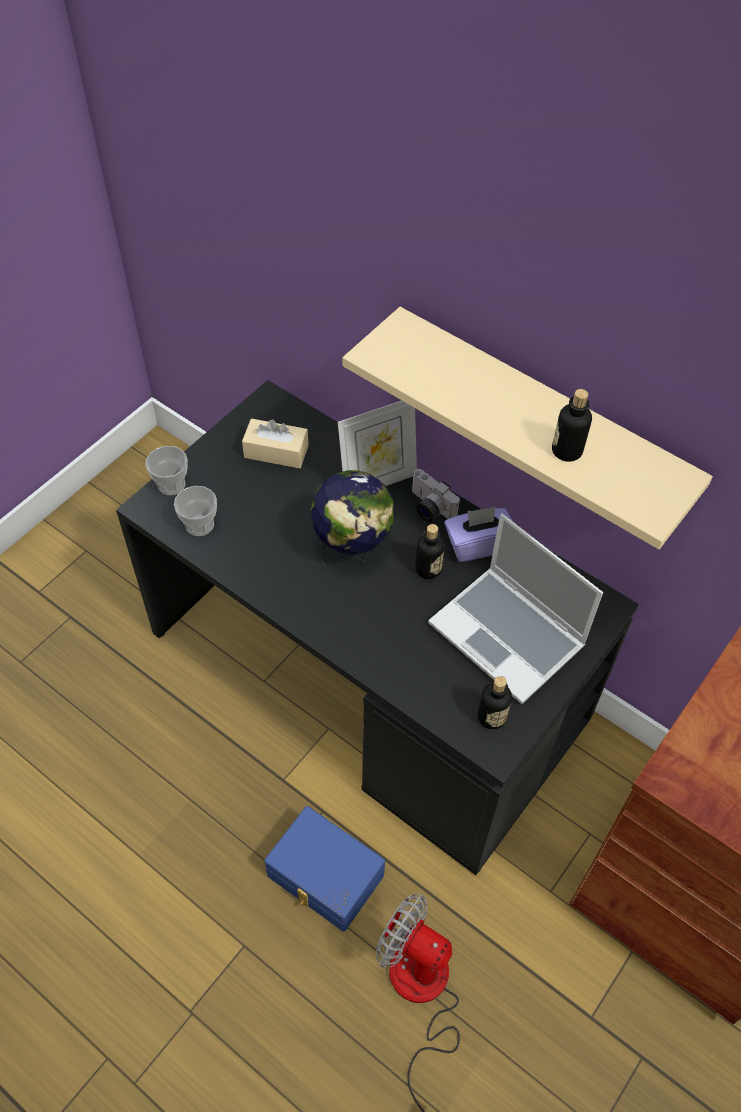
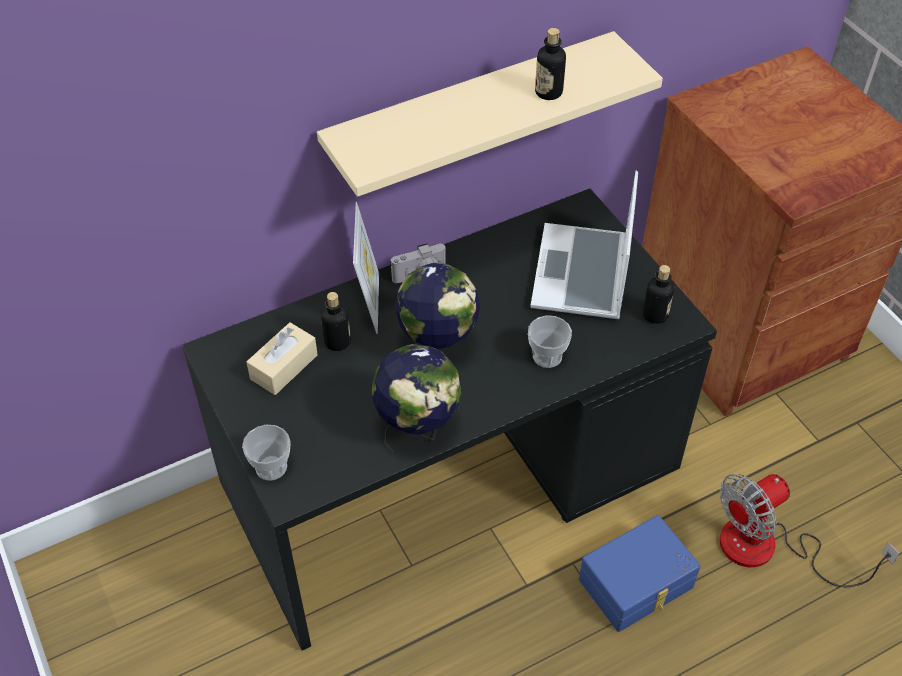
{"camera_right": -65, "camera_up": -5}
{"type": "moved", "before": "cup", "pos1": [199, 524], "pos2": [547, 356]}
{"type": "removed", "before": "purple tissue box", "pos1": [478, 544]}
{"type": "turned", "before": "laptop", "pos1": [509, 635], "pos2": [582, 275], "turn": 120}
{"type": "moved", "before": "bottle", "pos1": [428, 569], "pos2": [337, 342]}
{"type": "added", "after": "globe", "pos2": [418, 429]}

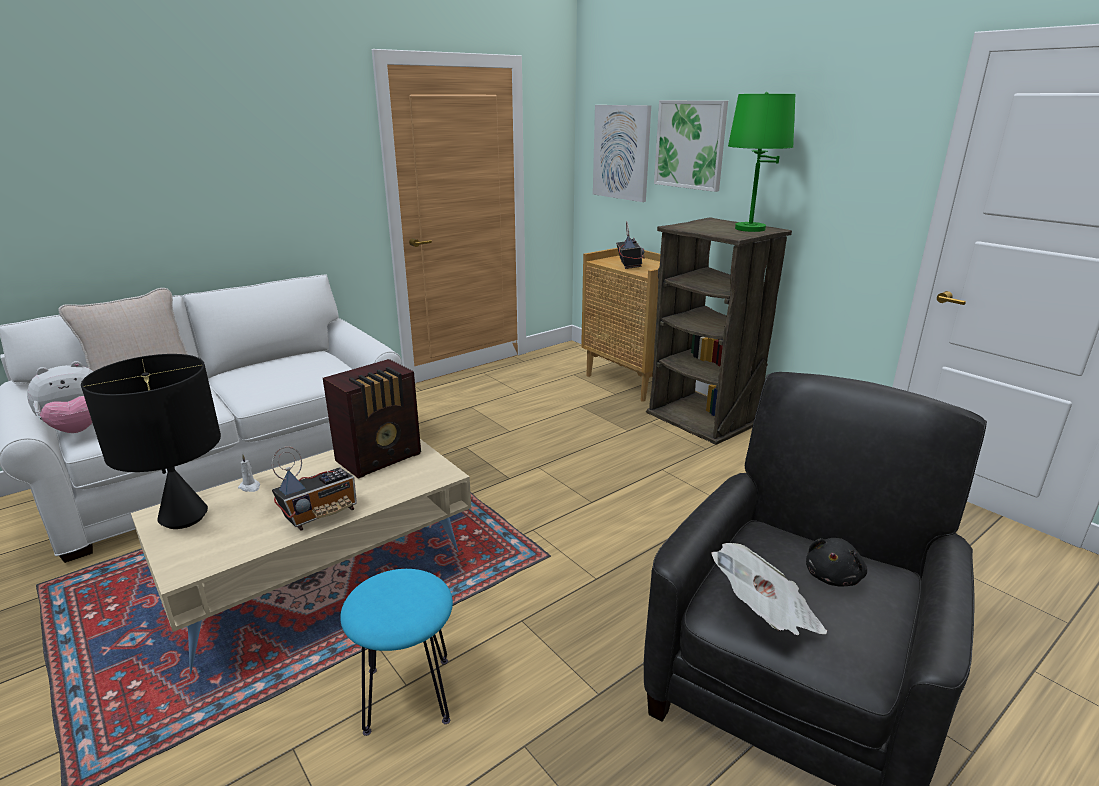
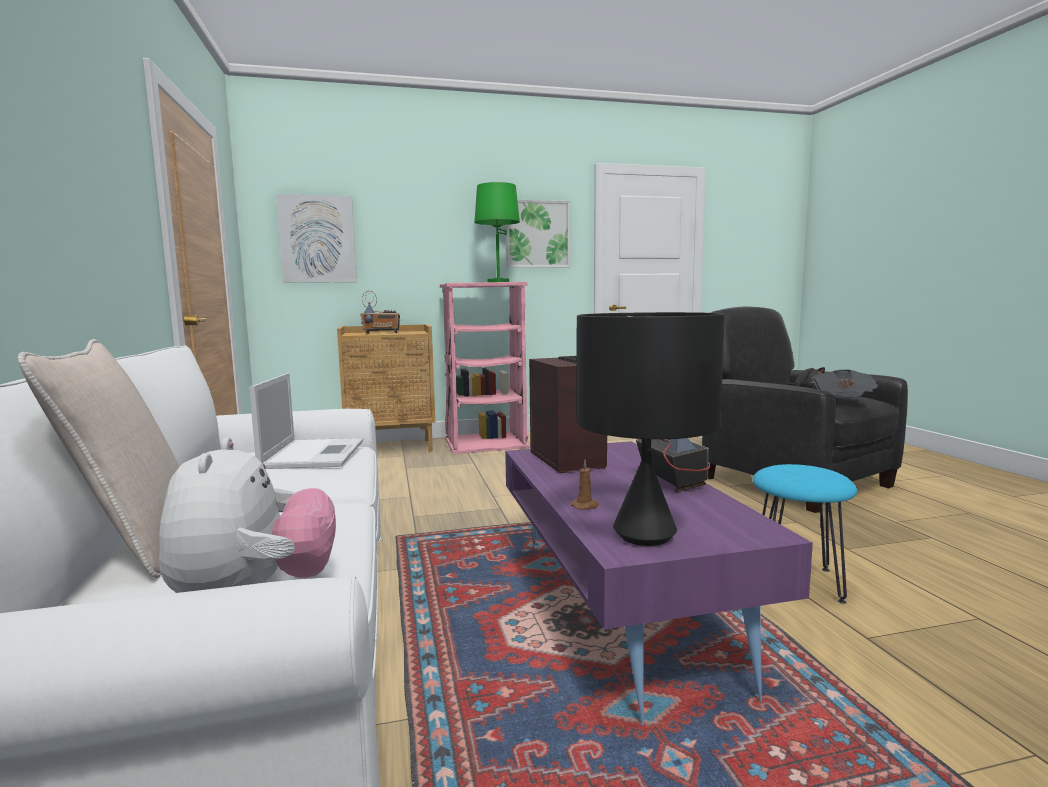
{"camera_right": -65, "camera_up": -15}
{"type": "moved", "before": "picture", "pos1": [690, 144], "pos2": [537, 234]}
{"type": "recoloured", "before": "brown bookcase", "after": "pink bookcase", "pos1": [704, 417], "pos2": [486, 443]}
{"type": "turned", "before": "radio", "pos1": [629, 265], "pos2": [381, 333], "turn": 150}
{"type": "recoloured", "before": "beige coffee table", "after": "purple coffee table", "pos1": [324, 583], "pos2": [618, 608]}
{"type": "recoloured", "before": "white candle", "after": "brown candle", "pos1": [250, 487], "pos2": [585, 506]}
{"type": "added", "after": "laptop", "pos2": [314, 454]}

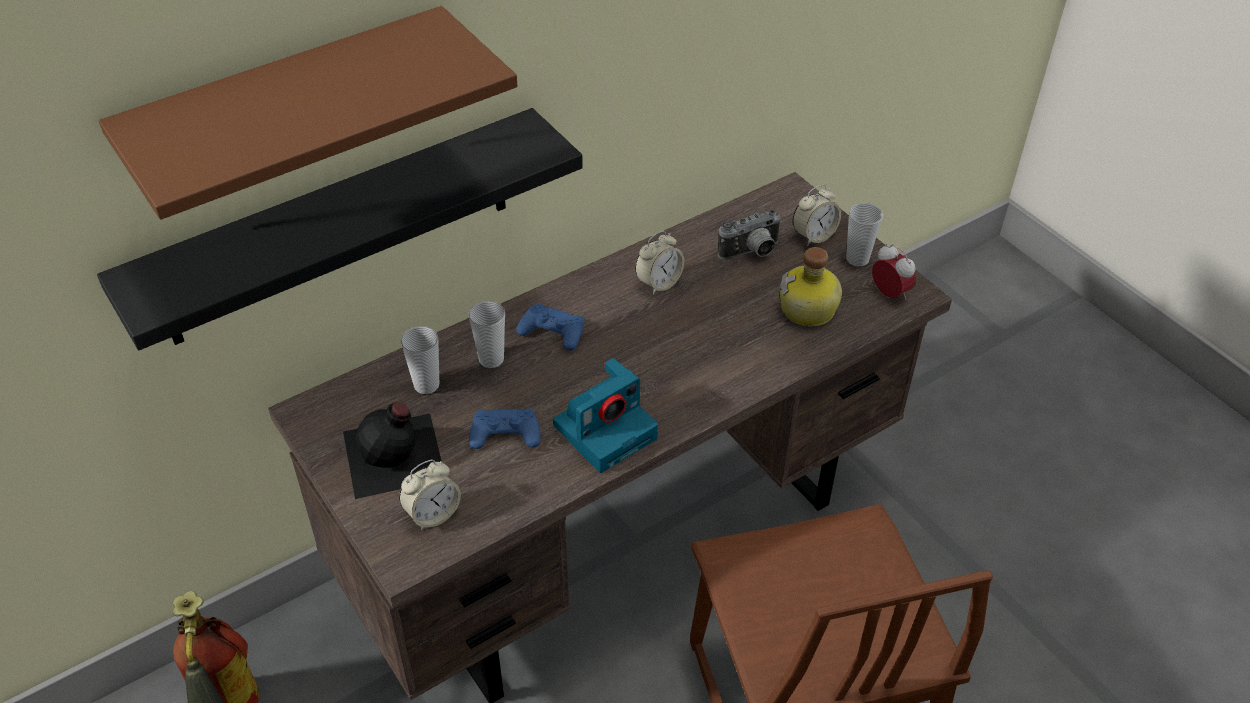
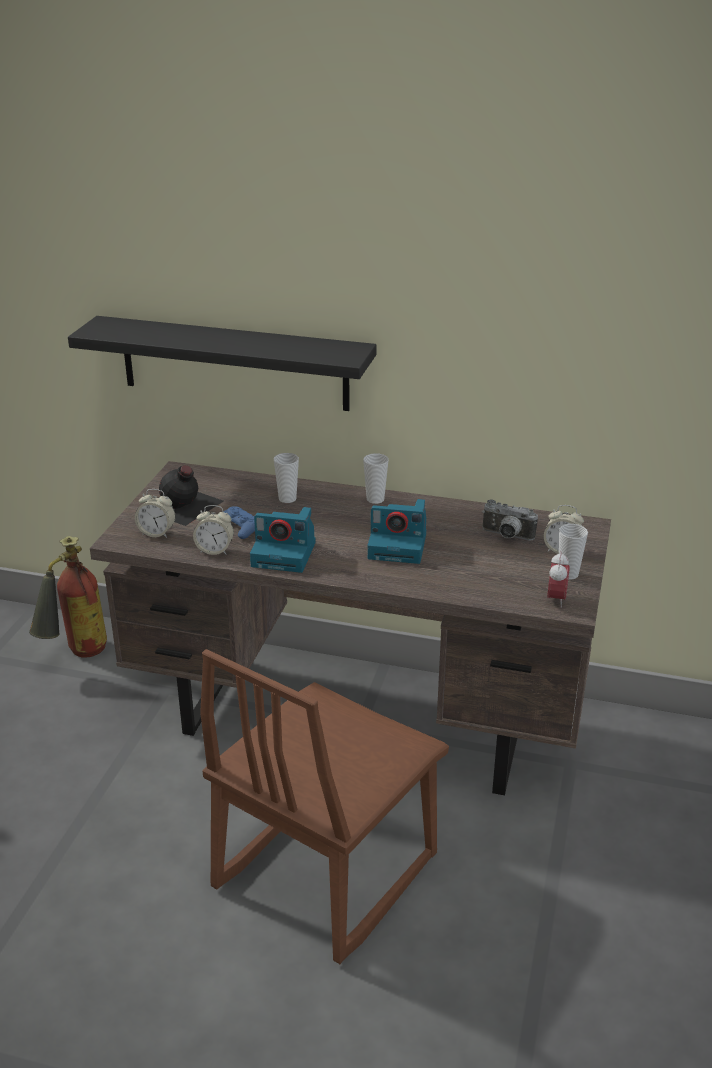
{"camera_right": 50, "camera_up": -15}
{"type": "removed", "before": "brown shelf", "pos1": [291, 112]}
{"type": "moved", "before": "alarm clock", "pos1": [658, 283], "pos2": [215, 550]}
{"type": "removed", "before": "bottle", "pos1": [809, 310]}
{"type": "removed", "before": "blue game controller", "pos1": [552, 332]}
{"type": "moved", "before": "cup", "pos1": [426, 385], "pos2": [375, 499]}
{"type": "added", "after": "photo camera", "pos2": [399, 546]}

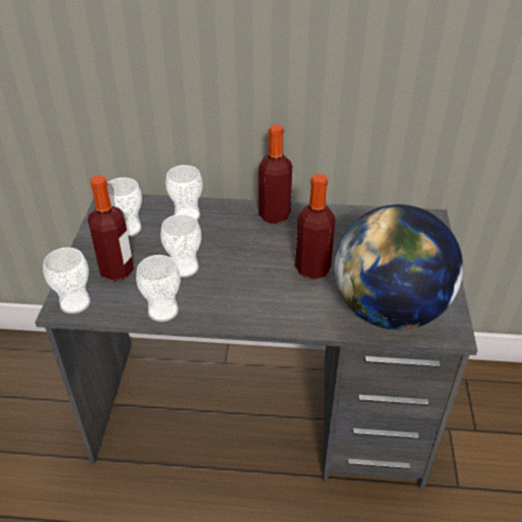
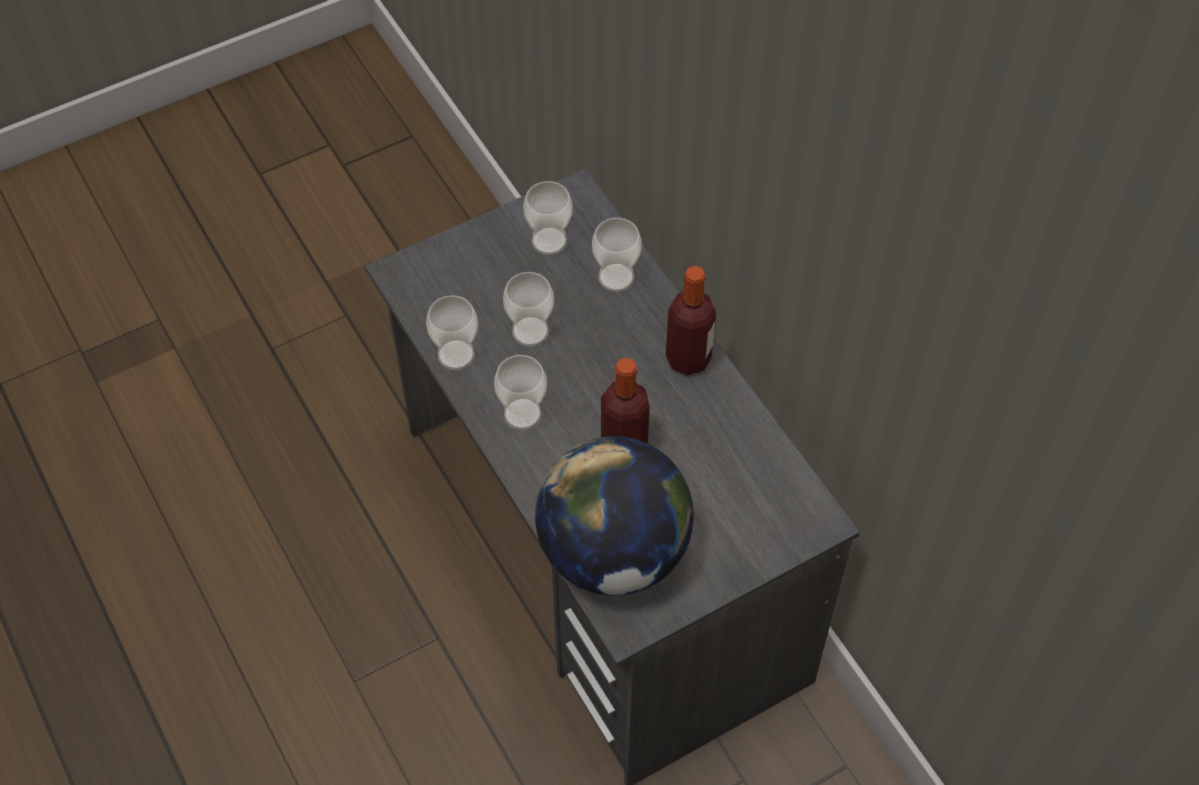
{"camera_right": 55, "camera_up": 15}
{"type": "removed", "before": "bottle", "pos1": [116, 270]}
{"type": "moved", "before": "cup", "pos1": [75, 303], "pos2": [522, 414]}

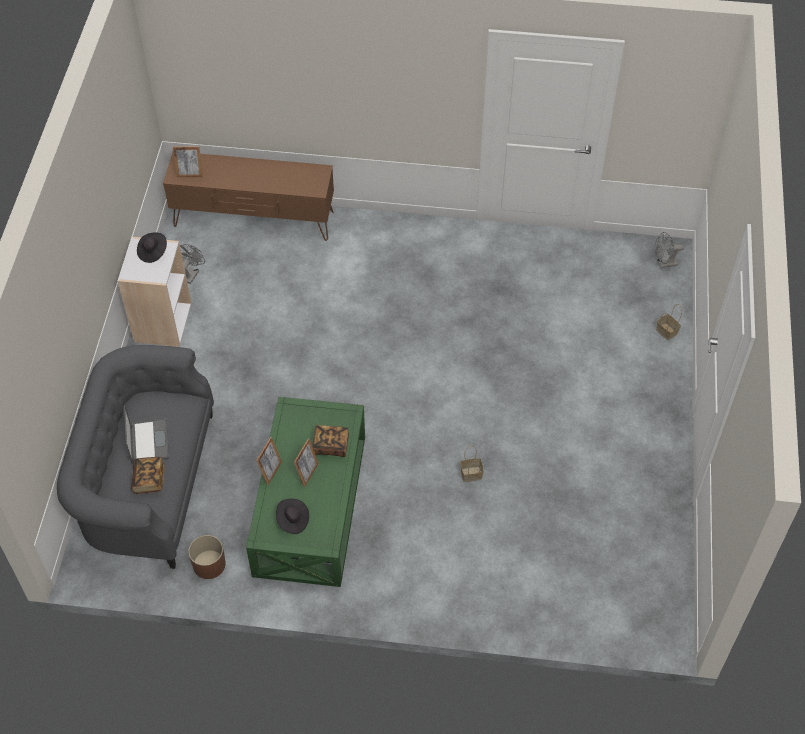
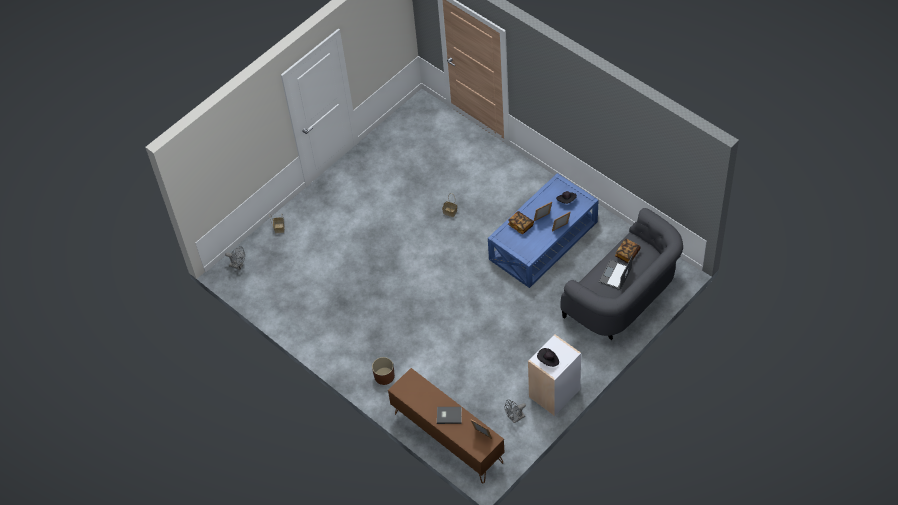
{"camera_right": -140, "camera_up": 0}
{"type": "recoloured", "before": "green coffee table", "after": "blue coffee table", "pos1": [309, 504], "pos2": [544, 241]}
{"type": "moved", "before": "brown planter", "pos1": [209, 564], "pos2": [384, 376]}
{"type": "added", "after": "grey book", "pos2": [448, 415]}

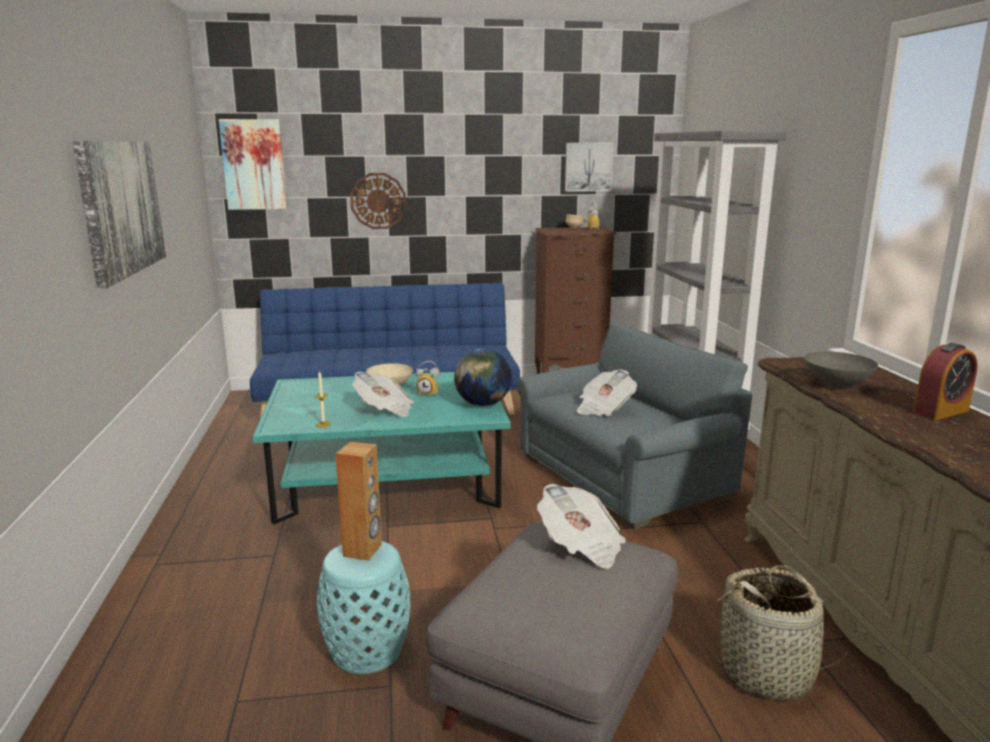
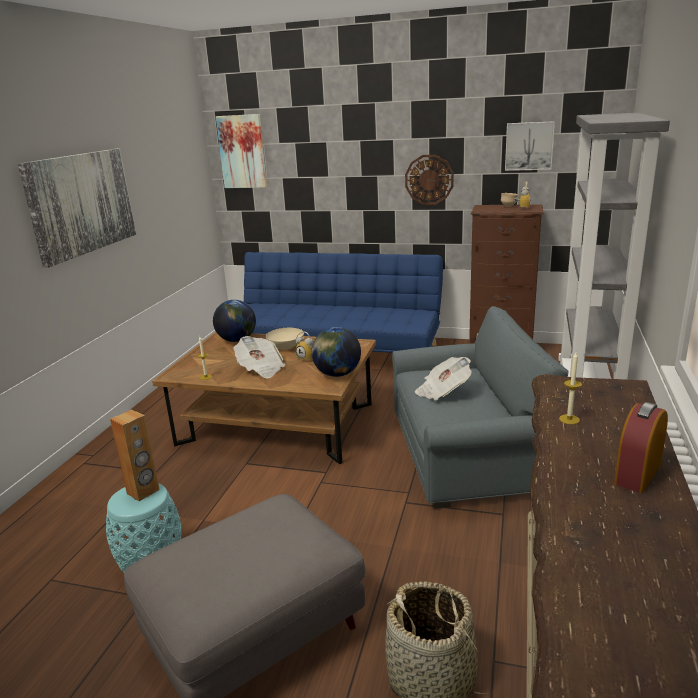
{"camera_right": 25, "camera_up": 5}
{"type": "moved", "before": "wall clock", "pos1": [378, 201], "pos2": [429, 179]}
{"type": "turned", "before": "alarm clock", "pos1": [941, 411], "pos2": [637, 474], "turn": 135}
{"type": "replaced", "before": "grey bowl", "after": "candle", "pos1": [836, 385], "pos2": [569, 419]}
{"type": "recoloured", "before": "turquoise coffee table", "after": "brown coffee table", "pos1": [388, 481], "pos2": [277, 424]}
{"type": "removed", "before": "newspaper", "pos1": [581, 546]}
{"type": "added", "after": "globe", "pos2": [237, 340]}

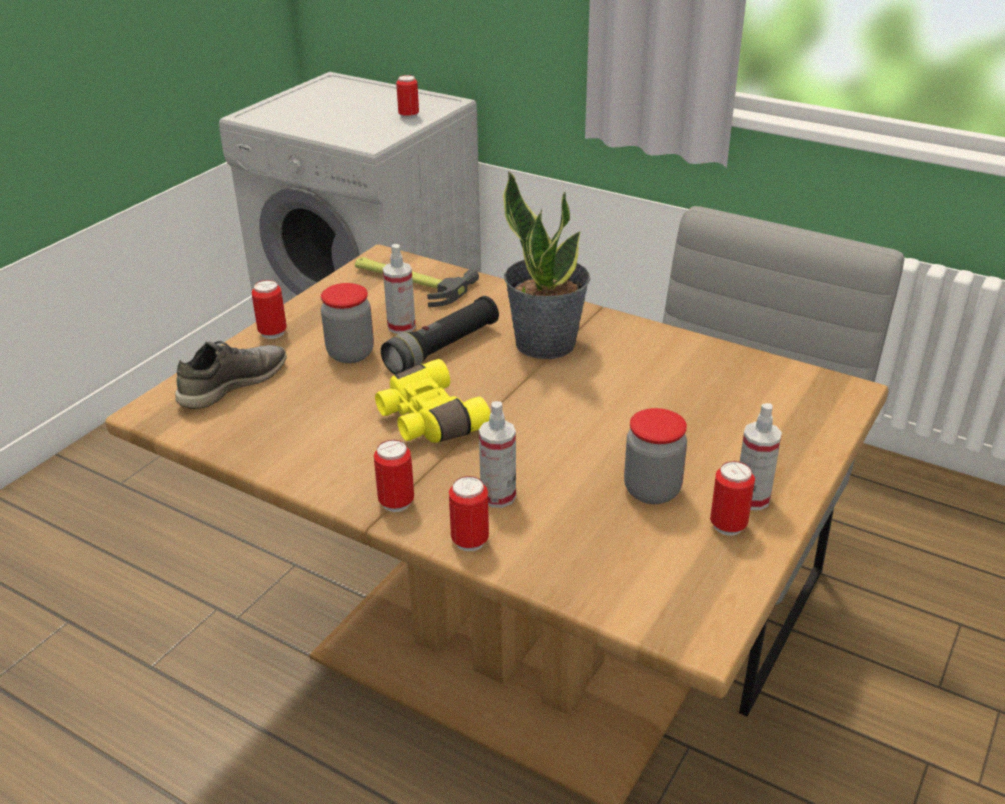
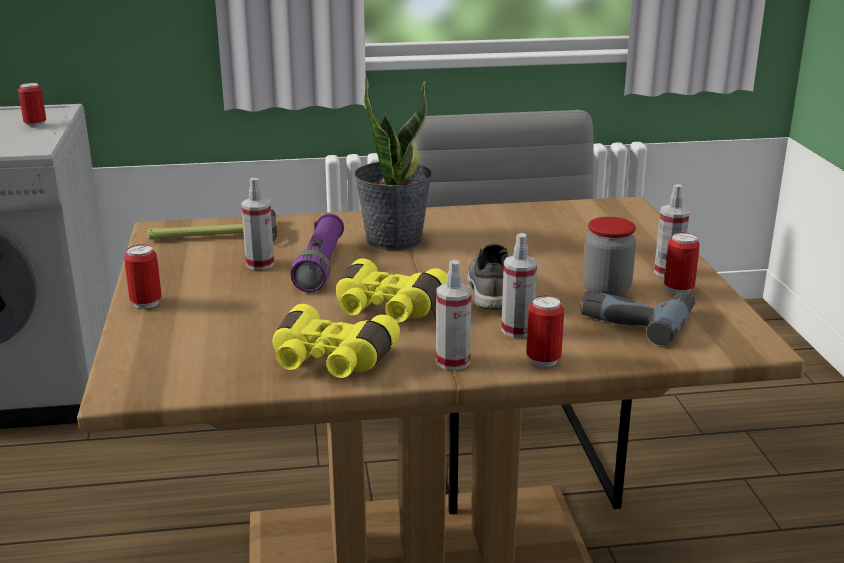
{"camera_right": -40, "camera_up": -10}
{"type": "removed", "before": "jar", "pos1": [350, 353]}
{"type": "recoloured", "before": "black flashlight", "after": "purple flashlight", "pos1": [442, 349], "pos2": [320, 266]}
{"type": "moved", "before": "grey shoe", "pos1": [232, 384], "pos2": [489, 289]}
{"type": "replaced", "before": "can", "after": "spray bottle", "pos1": [396, 502], "pos2": [452, 362]}
{"type": "added", "after": "power drill", "pos2": [637, 318]}
{"type": "added", "after": "yellow binoculars", "pos2": [329, 361]}

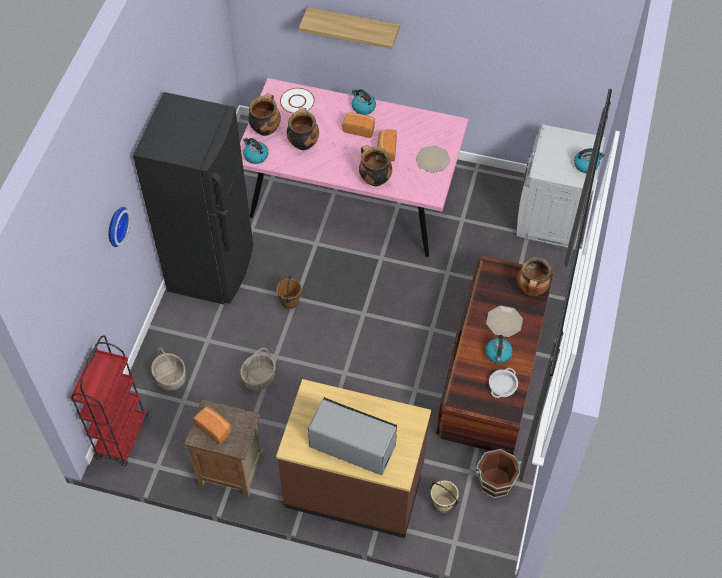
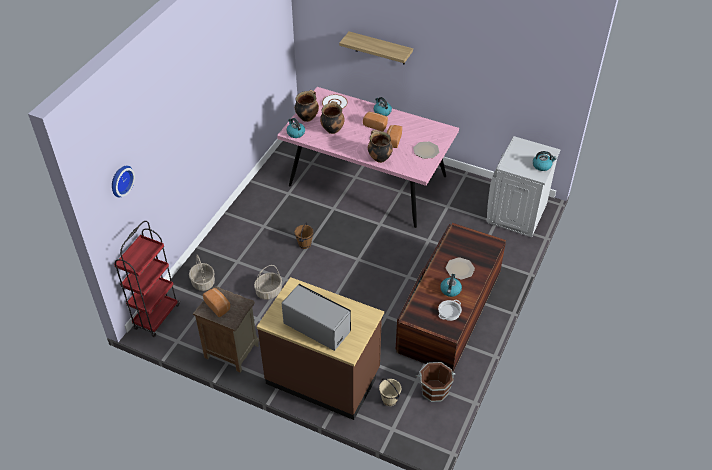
{"camera_right": 10, "camera_up": -10}
{"type": "removed", "before": "black fridge", "pos1": [212, 269]}
{"type": "moved", "before": "wall clock", "pos1": [115, 226], "pos2": [120, 180]}
{"type": "removed", "before": "cooking pot", "pos1": [532, 290]}

